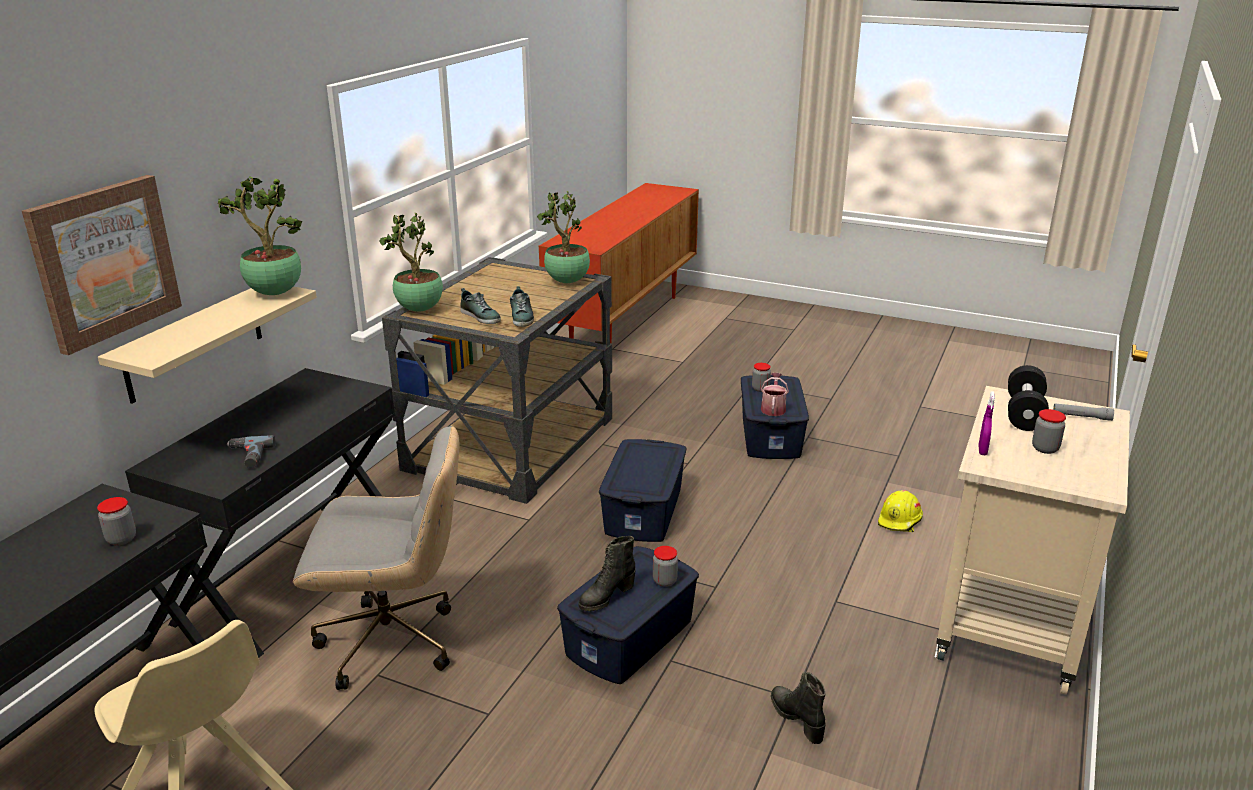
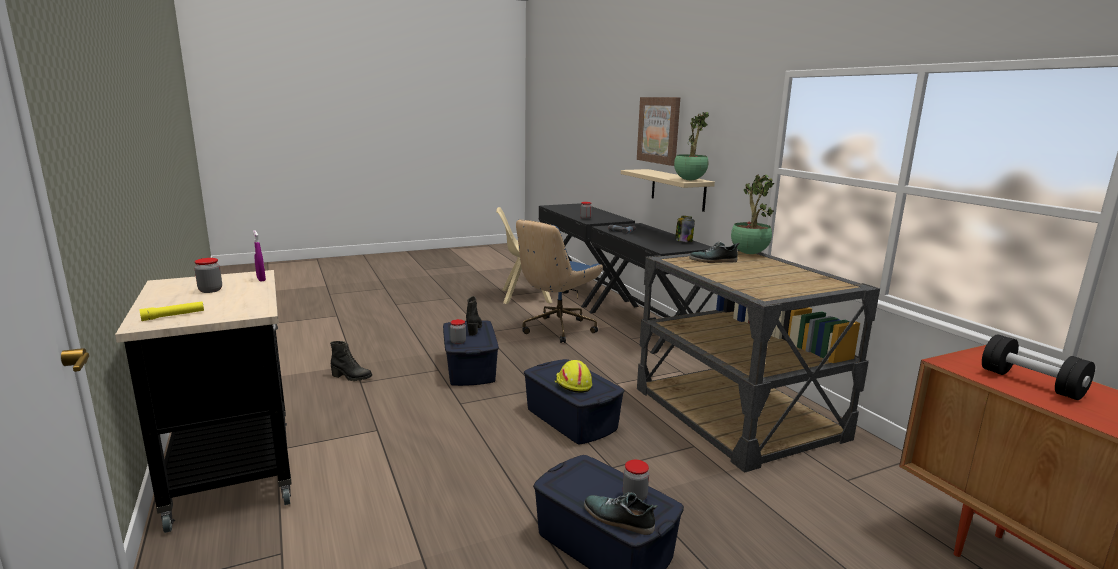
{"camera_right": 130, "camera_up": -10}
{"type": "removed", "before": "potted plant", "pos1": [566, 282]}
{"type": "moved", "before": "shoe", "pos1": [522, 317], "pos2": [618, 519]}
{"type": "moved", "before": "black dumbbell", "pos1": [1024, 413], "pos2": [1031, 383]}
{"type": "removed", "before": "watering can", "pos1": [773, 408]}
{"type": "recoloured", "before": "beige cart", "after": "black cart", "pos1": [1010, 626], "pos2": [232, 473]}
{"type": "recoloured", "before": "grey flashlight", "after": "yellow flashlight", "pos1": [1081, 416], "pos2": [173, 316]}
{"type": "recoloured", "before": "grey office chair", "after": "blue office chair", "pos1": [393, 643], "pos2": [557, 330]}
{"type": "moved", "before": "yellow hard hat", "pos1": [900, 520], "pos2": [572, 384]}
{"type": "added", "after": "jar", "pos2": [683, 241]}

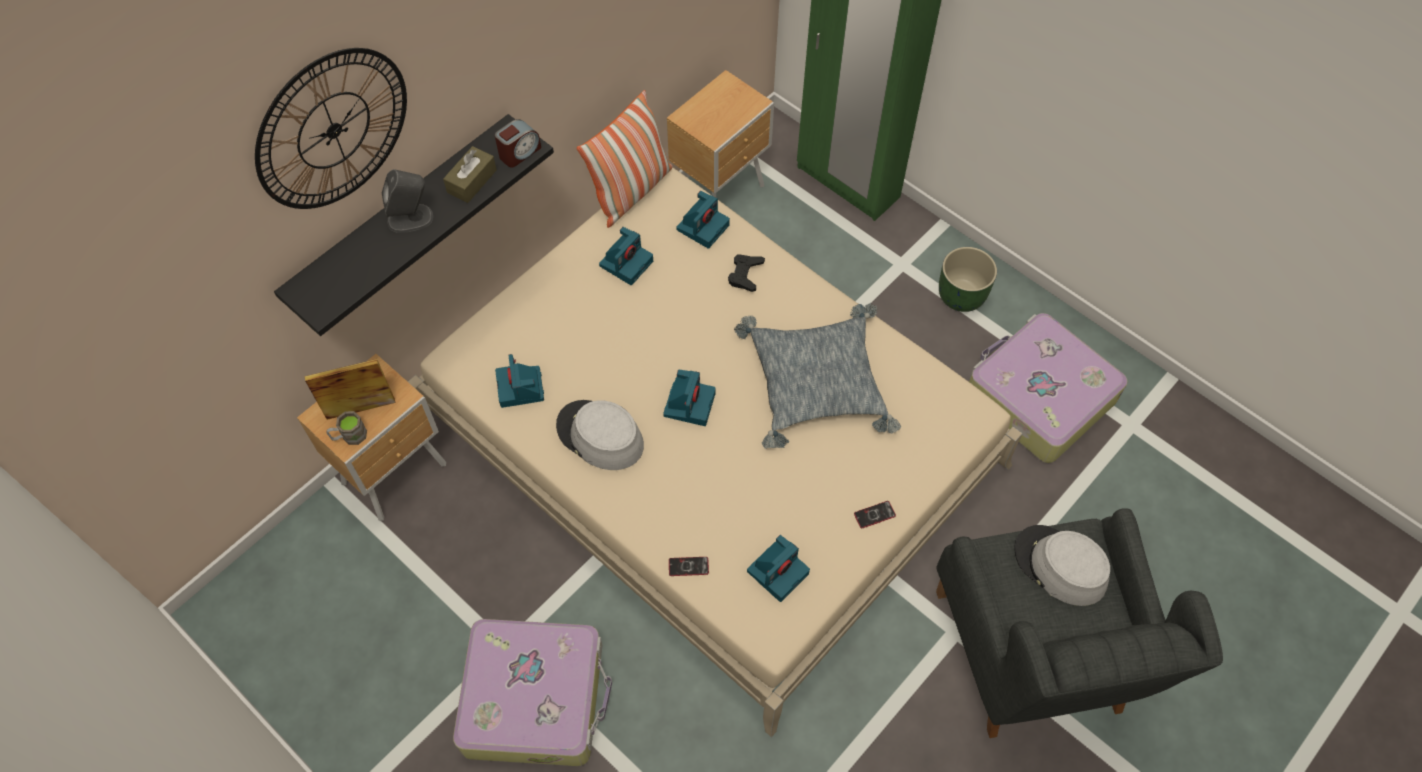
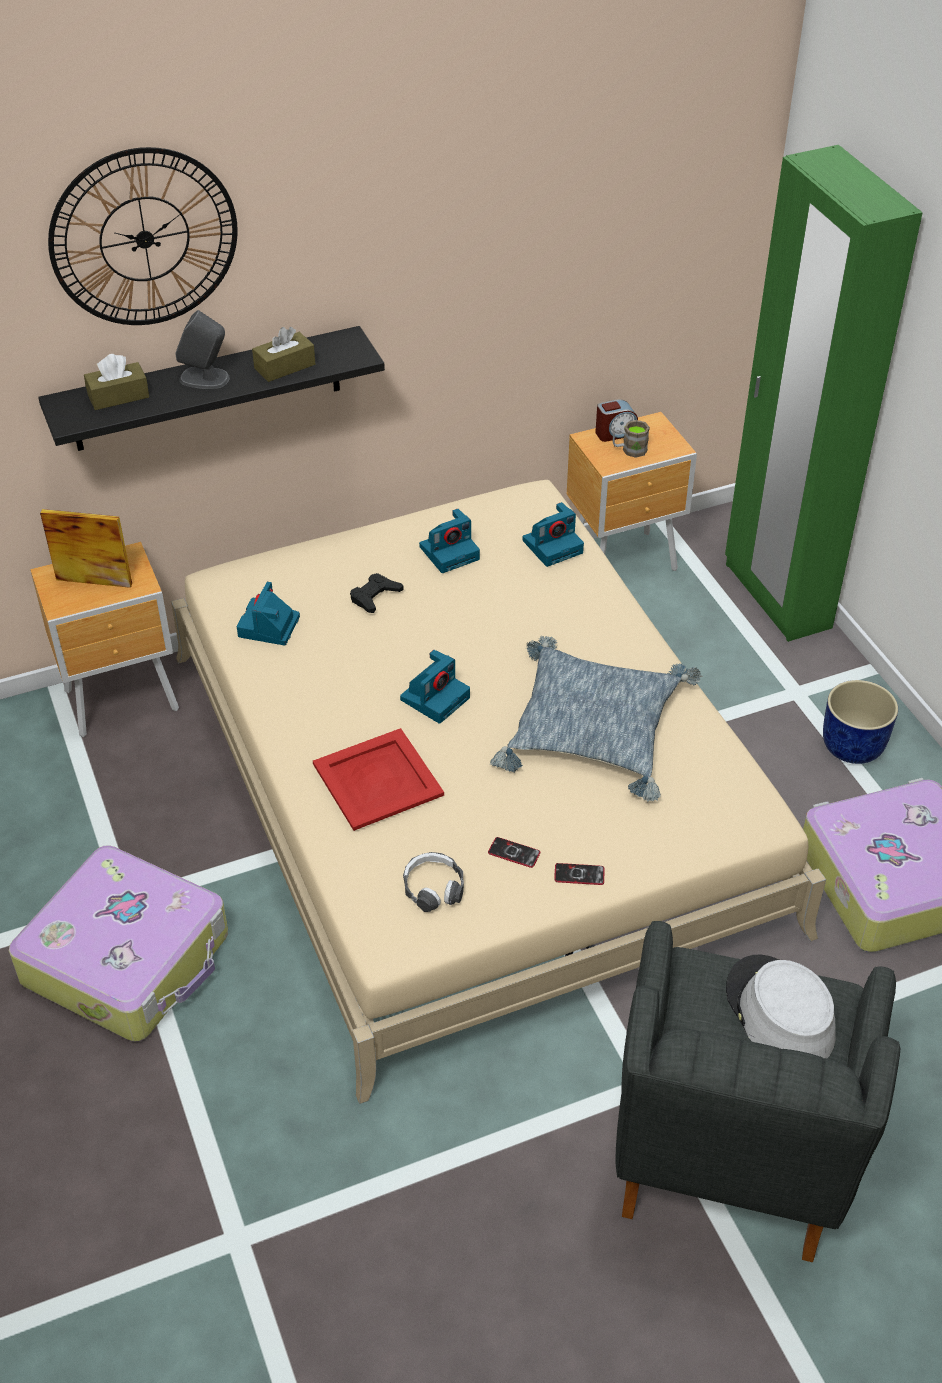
{"camera_right": 25, "camera_up": -15}
{"type": "removed", "before": "pillow", "pos1": [631, 191]}
{"type": "moved", "before": "alarm clock", "pos1": [519, 152], "pos2": [615, 433]}
{"type": "recoloured", "before": "green planter", "after": "blue planter", "pos1": [960, 295], "pos2": [851, 745]}
{"type": "moved", "before": "black game controller", "pos1": [745, 274], "pos2": [375, 596]}
{"type": "removed", "before": "grey hat", "pos1": [599, 436]}
{"type": "moved", "before": "brown mug", "pos1": [349, 436], "pos2": [629, 450]}
{"type": "replaced", "before": "photo camera", "after": "headphones", "pos1": [778, 571], "pos2": [433, 887]}
{"type": "moved", "before": "phone", "pos1": [688, 566], "pos2": [514, 853]}
{"type": "added", "after": "brown tissue box", "pos2": [118, 396]}
{"type": "added", "after": "red tray", "pos2": [378, 778]}

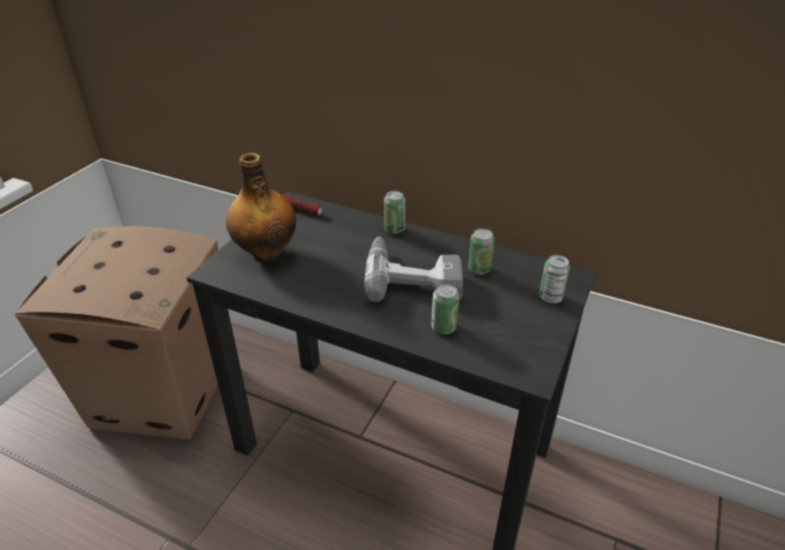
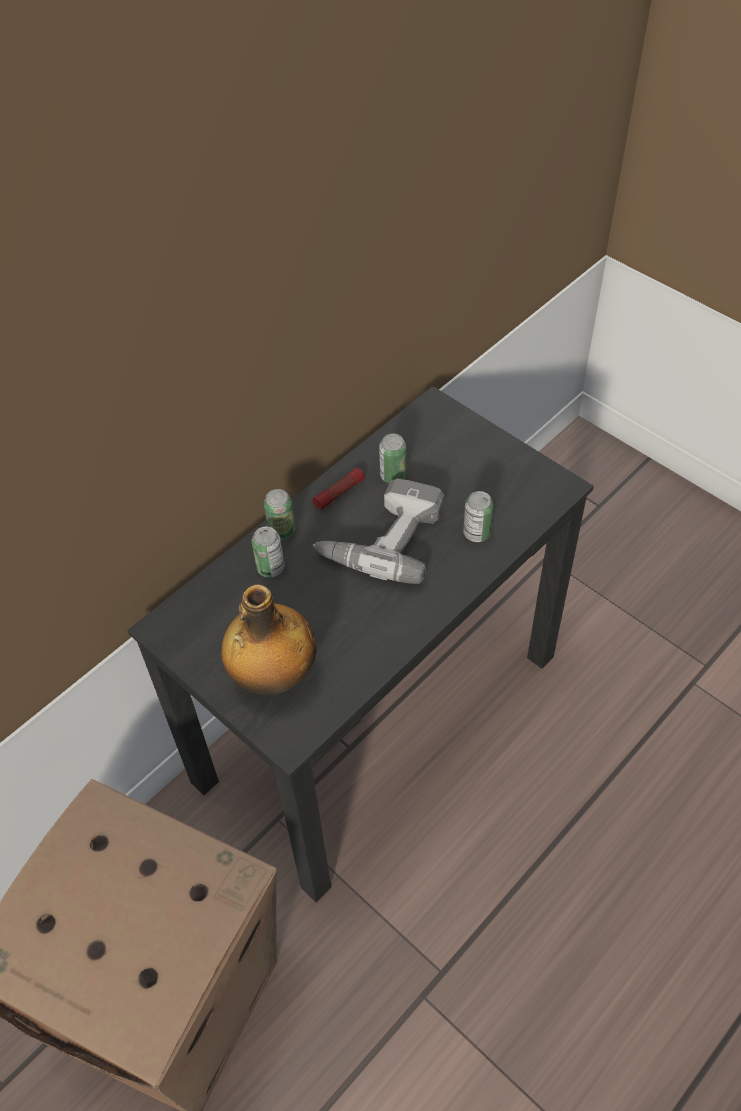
{"camera_right": -70, "camera_up": 15}
{"type": "moved", "before": "flashlight", "pos1": [301, 209], "pos2": [339, 493]}
{"type": "moved", "before": "can", "pos1": [550, 297], "pos2": [270, 568]}

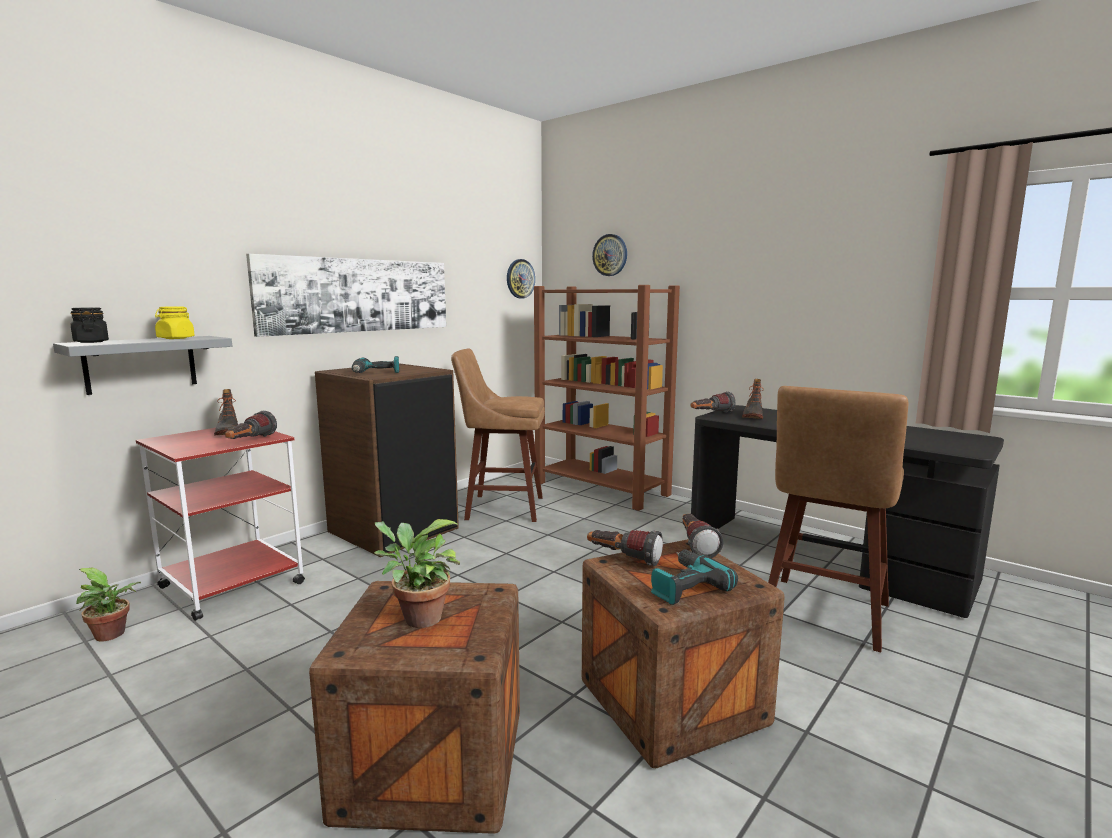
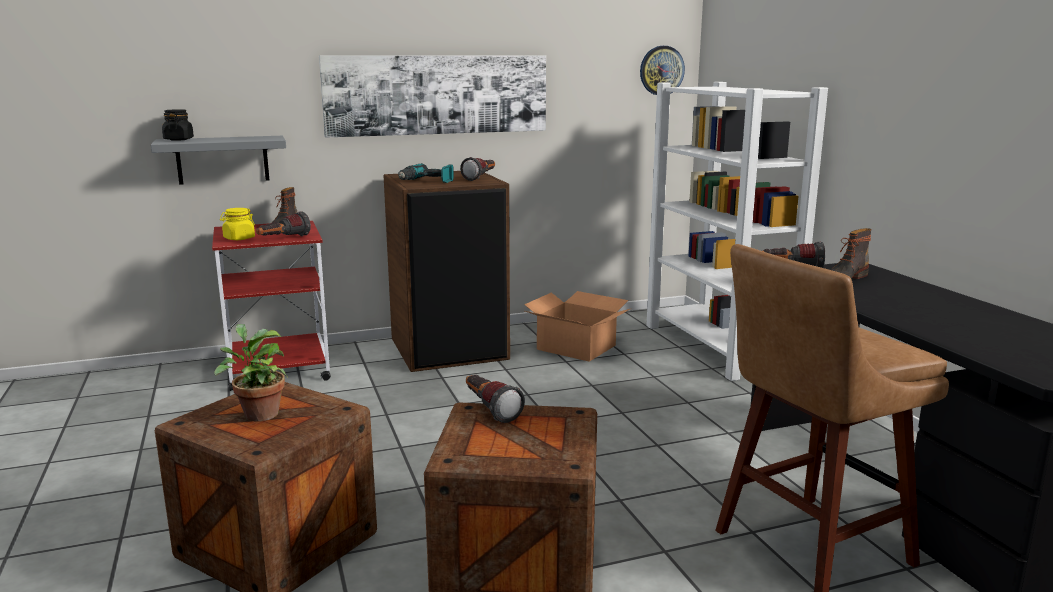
{"camera_right": 30, "camera_up": 5}
{"type": "removed", "before": "wall clock", "pos1": [610, 255]}
{"type": "recoloured", "before": "brown bookcase", "after": "white bookcase", "pos1": [601, 489], "pos2": [717, 347]}
{"type": "moved", "before": "yellow jar", "pos1": [175, 338], "pos2": [239, 238]}
{"type": "replaced", "before": "brown stool", "after": "cardboard box", "pos1": [501, 508], "pos2": [576, 347]}
{"type": "moved", "before": "flashlight", "pos1": [695, 546], "pos2": [481, 178]}
{"type": "removed", "before": "power drill", "pos1": [684, 586]}
{"type": "removed", "before": "potted plant", "pos1": [112, 635]}

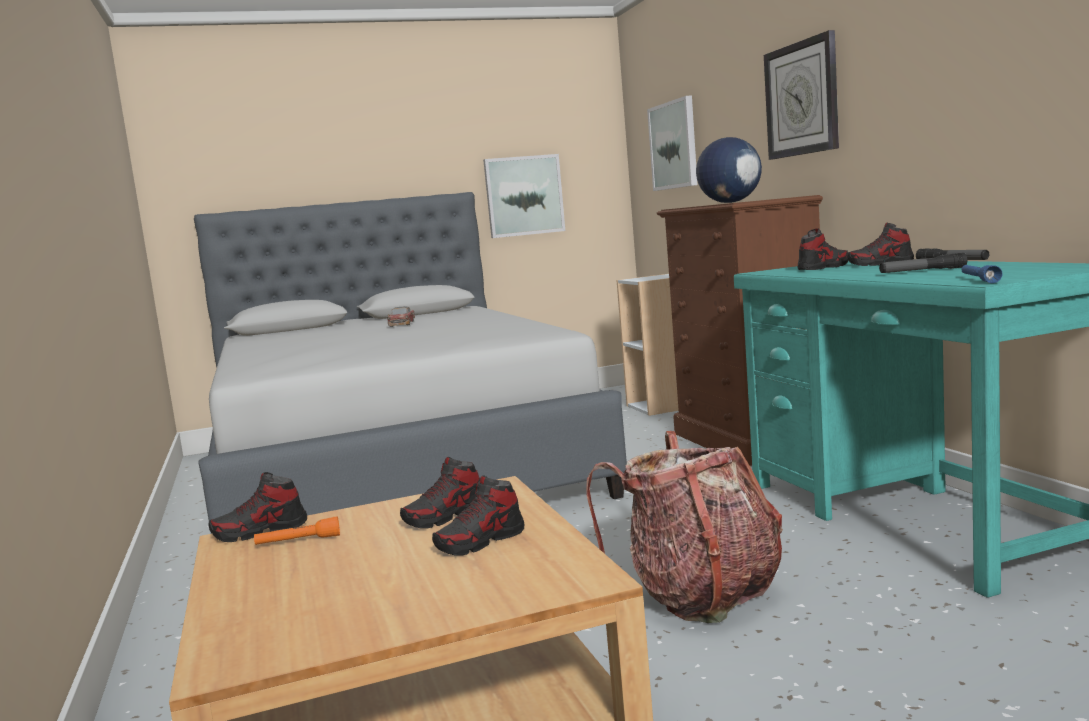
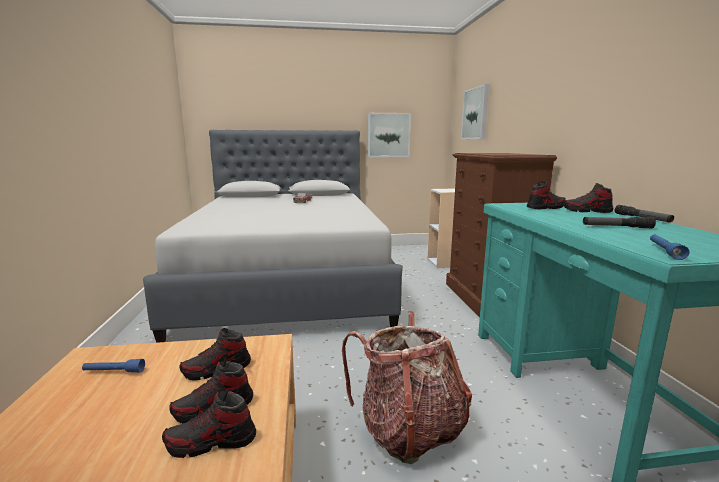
{"camera_right": 10, "camera_up": 5}
{"type": "removed", "before": "wall clock", "pos1": [802, 99]}
{"type": "removed", "before": "globe", "pos1": [730, 202]}
{"type": "moved", "before": "shoe", "pos1": [260, 531], "pos2": [211, 442]}
{"type": "recoloured", "before": "orange flashlight", "after": "blue flashlight", "pos1": [298, 541], "pos2": [114, 372]}

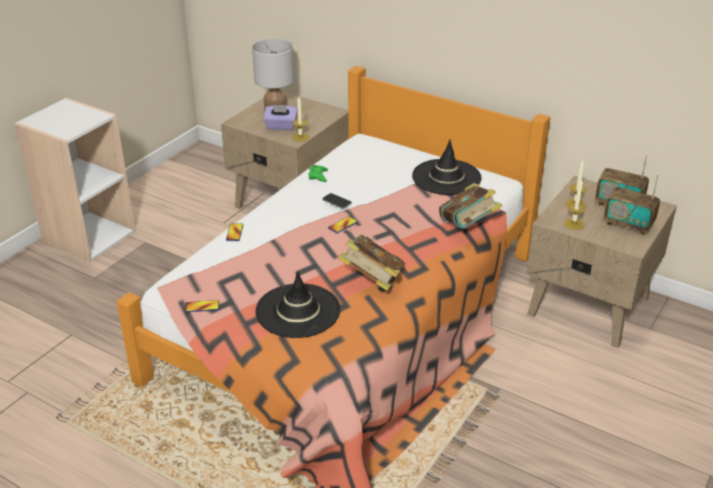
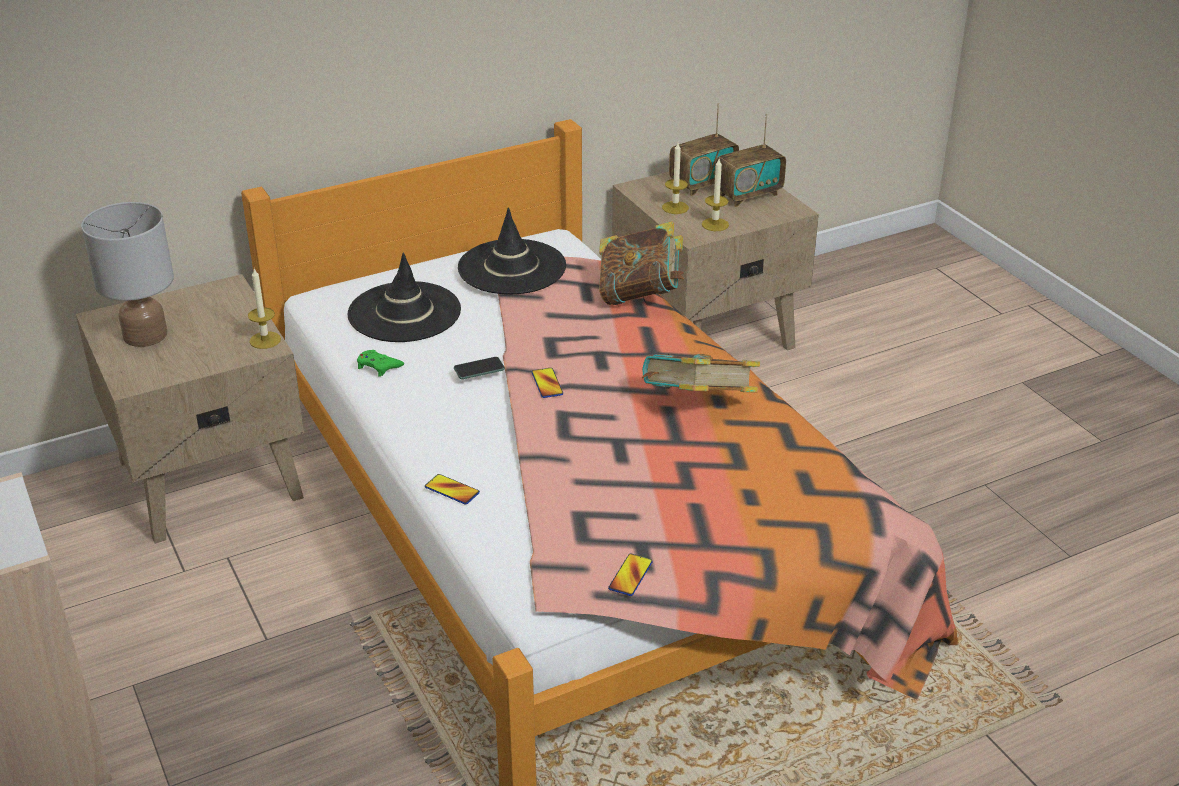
{"camera_right": -60, "camera_up": 0}
{"type": "removed", "before": "purple tissue box", "pos1": [281, 126]}
{"type": "moved", "before": "black hat", "pos1": [298, 311], "pos2": [404, 313]}

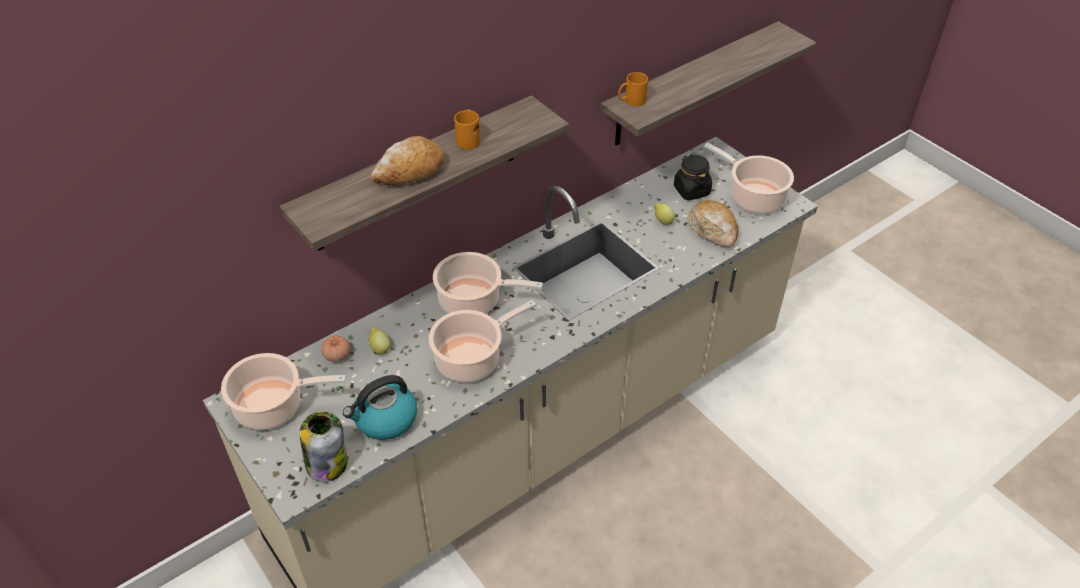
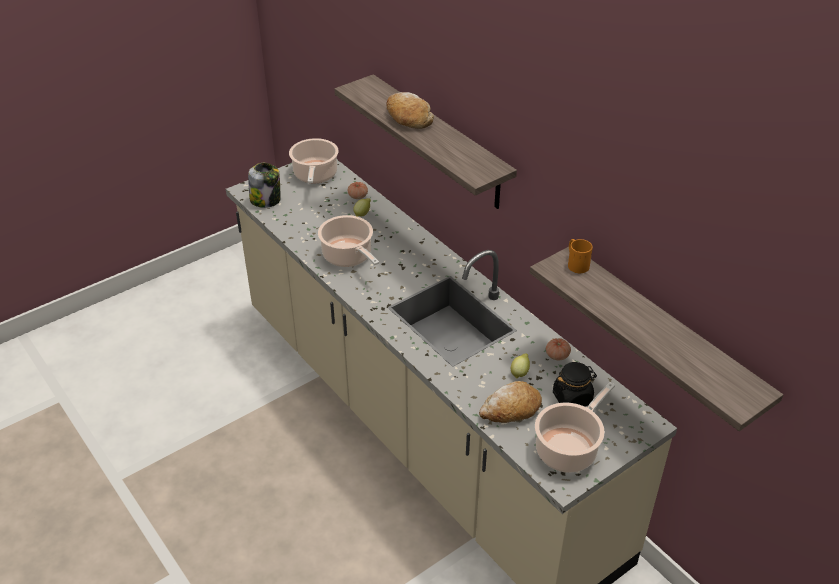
{"camera_right": 90, "camera_up": -5}
{"type": "removed", "before": "orange mug", "pos1": [468, 138]}
{"type": "removed", "before": "cooking pot", "pos1": [473, 301]}
{"type": "removed", "before": "kettle", "pos1": [385, 420]}
{"type": "added", "after": "tomato", "pos2": [557, 355]}

